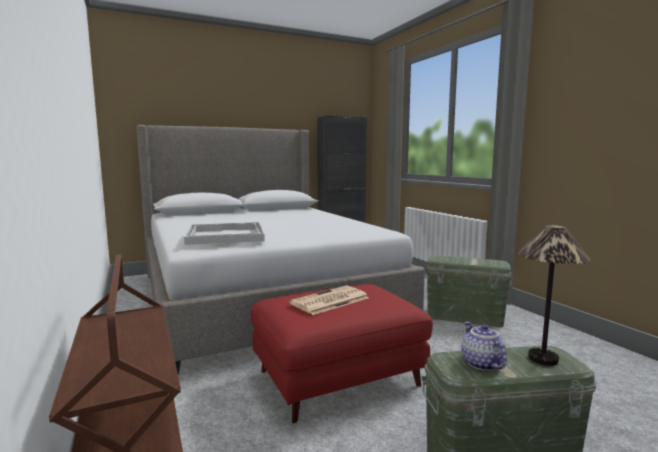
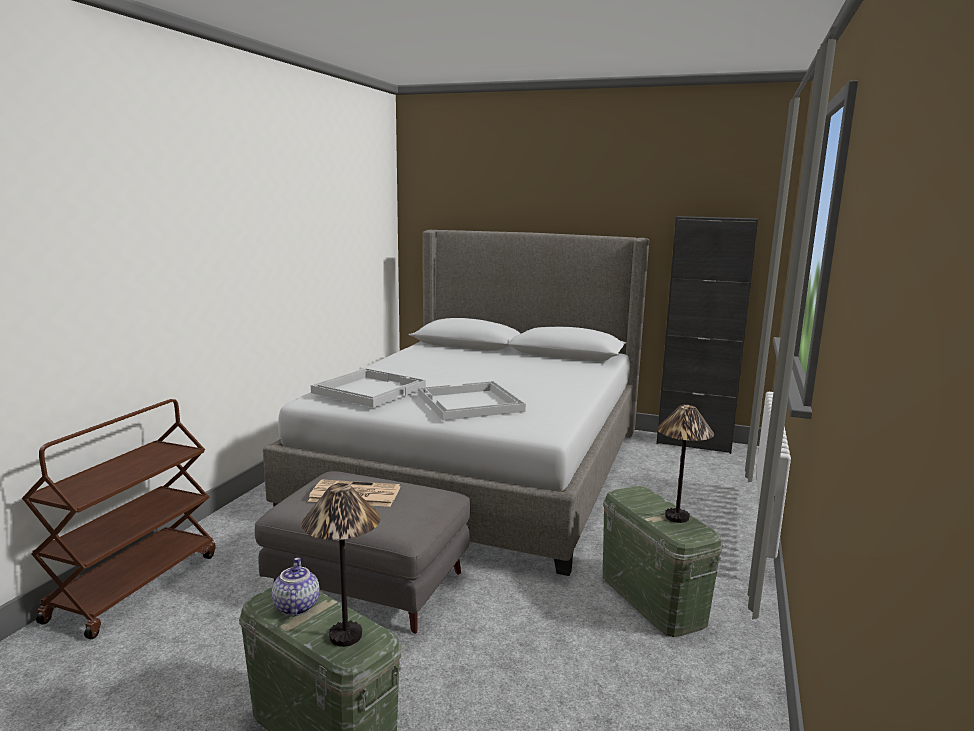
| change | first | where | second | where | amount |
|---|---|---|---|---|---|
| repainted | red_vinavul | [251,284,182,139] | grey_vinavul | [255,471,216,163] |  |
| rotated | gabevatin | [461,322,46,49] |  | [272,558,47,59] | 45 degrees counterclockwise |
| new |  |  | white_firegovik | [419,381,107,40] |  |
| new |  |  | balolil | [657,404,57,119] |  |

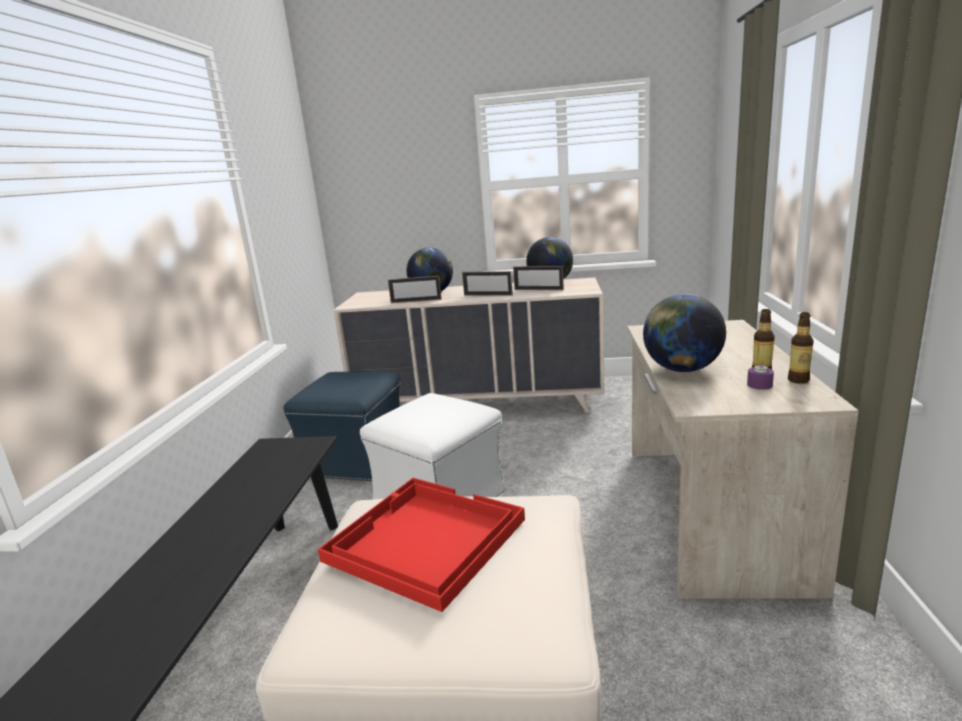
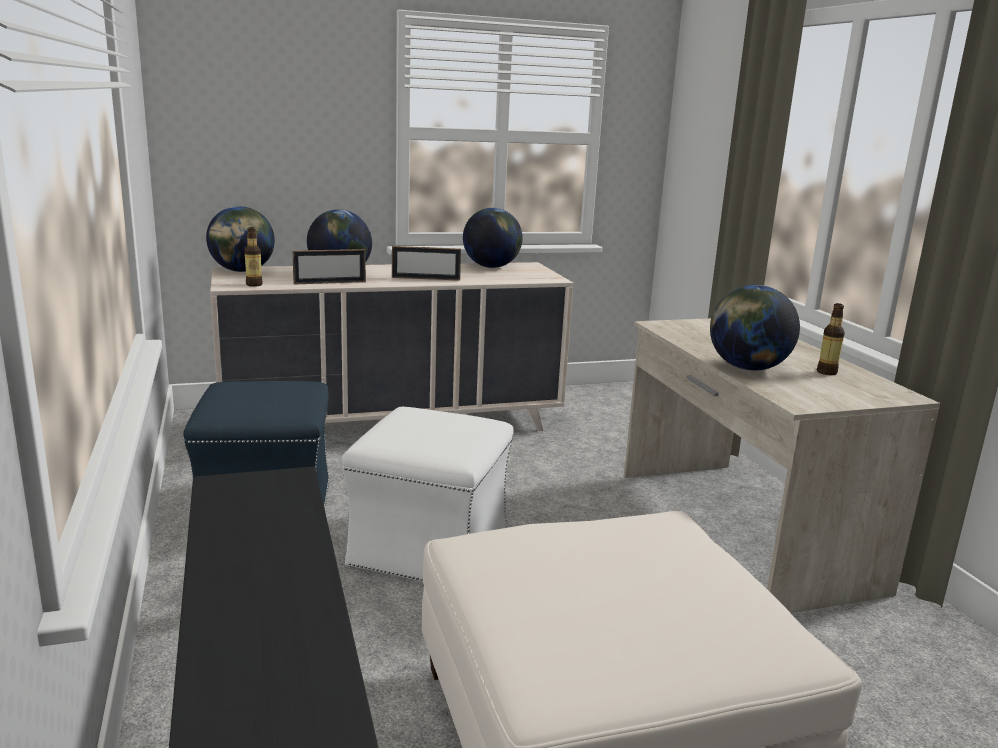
| change | first | where | second | where | amount |
|---|---|---|---|---|---|
| gone | red_firegovik | [318,478,207,134] |  |  |  |
| gone | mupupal | [513,266,51,24] |  |  |  |
| gone | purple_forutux | [747,359,27,31] |  |  |  |
| shifted | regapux | [788,312,26,72] |  | [244,227,19,60] |  |
| new |  |  | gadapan | [206,206,69,66] |  |

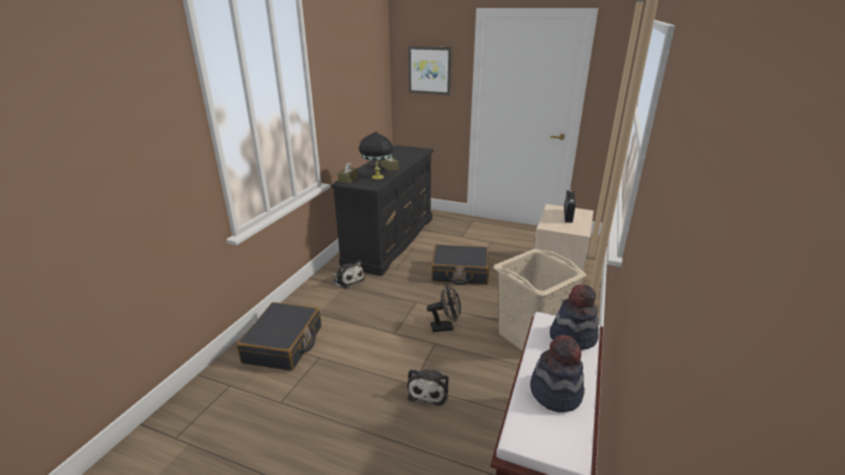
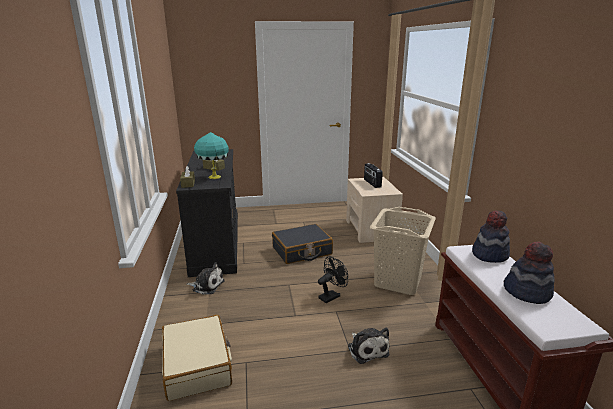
| change | first | where | second | where | amount |
|---|---|---|---|---|---|
| repainted | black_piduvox | [237,302,84,69] | beige_piduvox | [162,315,70,86] |  |
| repainted | black_balolil | [359,132,34,47] | turquoise_balolil | [194,132,35,47] |  |
| gone | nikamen | [408,46,44,49] |  |  |  |

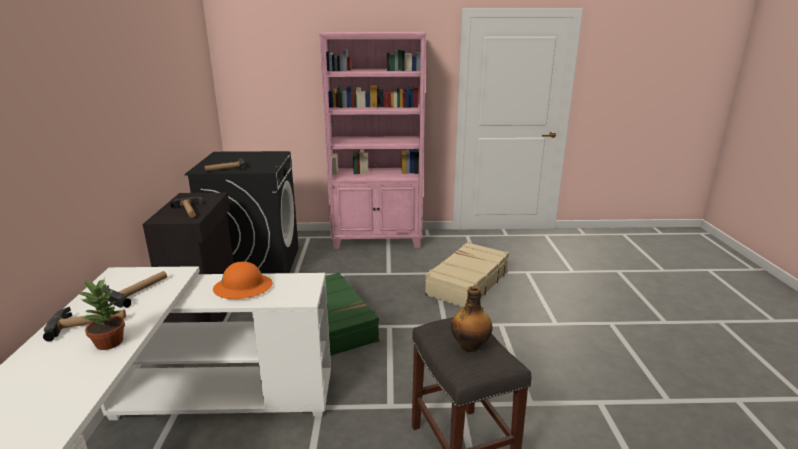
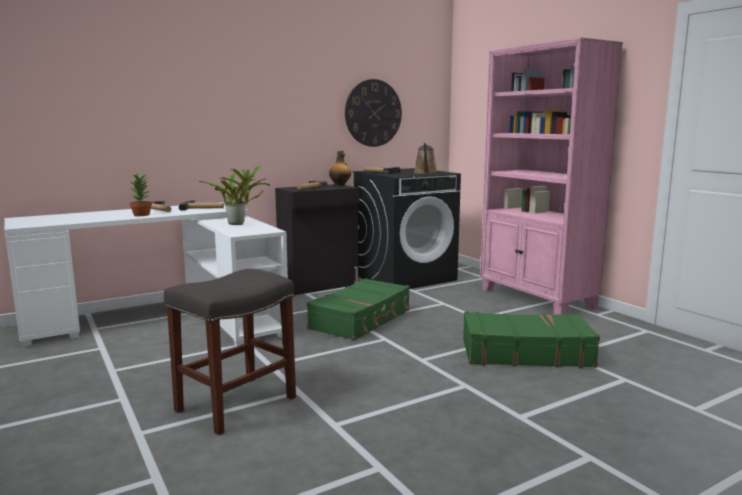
| change | first | where | second | where | amount |
|---|---|---|---|---|---|
| swapped | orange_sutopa | [213,262,60,37] | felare | [199,164,71,61] |  |
| repainted | beige_piduvox | [425,242,84,66] | green_piduvox | [463,312,137,56] |  |
| shifted | regapux | [451,286,42,66] |  | [329,150,22,36] |  |
| new |  |  | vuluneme | [345,79,57,68] |  |
| new |  |  | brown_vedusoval | [414,143,24,31] |  |

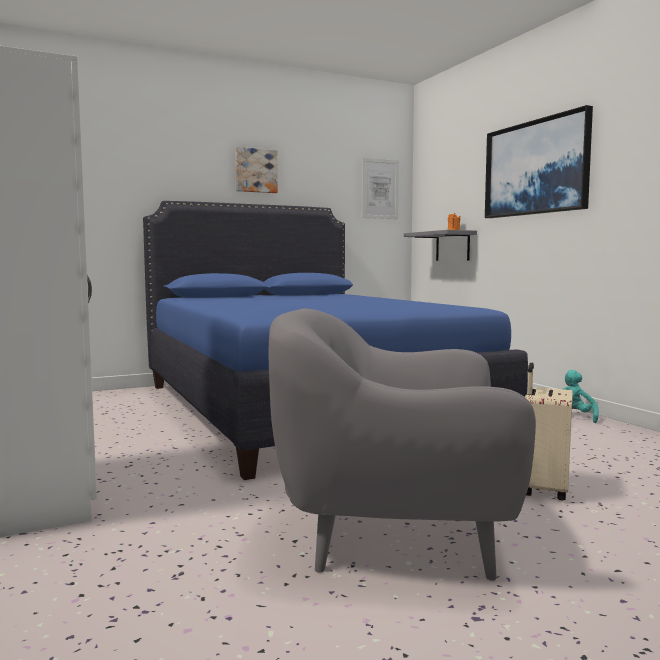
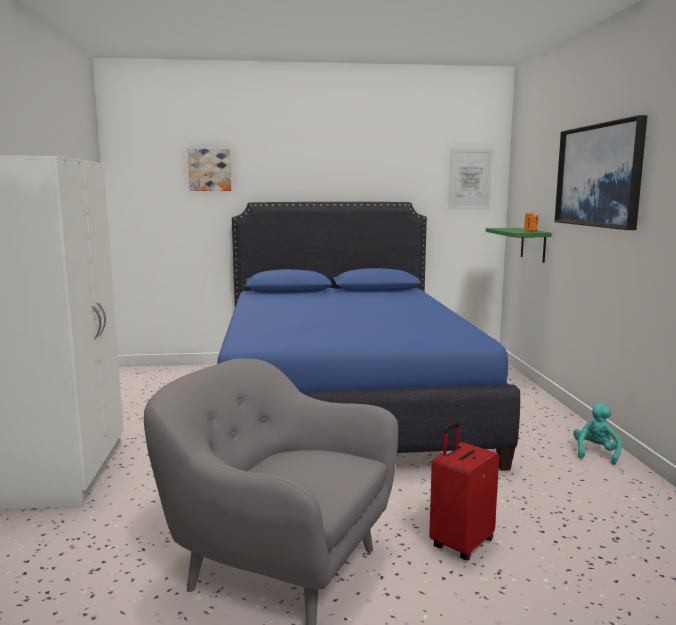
| change | first | where | second | where | amount |
|---|---|---|---|---|---|
| shifted | nikamen | [236,147,42,46] |  | [188,149,43,42] |  |
| repainted | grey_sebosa | [404,230,73,31] | green_sebosa | [486,228,66,35] |  |
| repainted | beige_piduvox | [525,363,48,138] | red_piduvox | [429,422,70,138] |  |

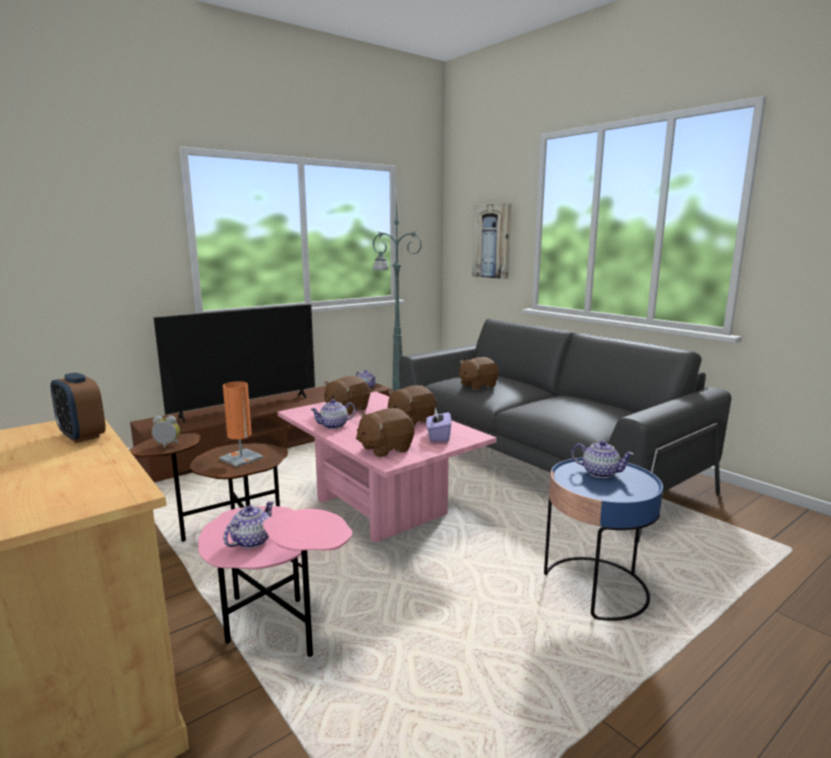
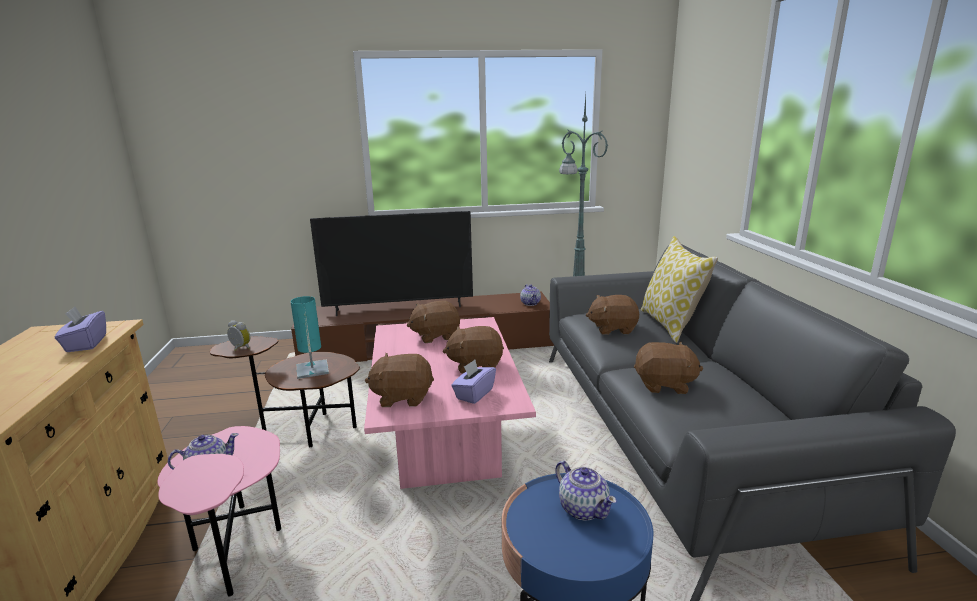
| change | first | where | second | where | amount |
|---|---|---|---|---|---|
| swapped | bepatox | [50,373,55,70] | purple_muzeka | [55,307,51,45] |  |
| repainted | orange_balolil | [219,382,44,85] | turquoise_balolil | [290,296,39,83] |  |
| gone | gabevatin | [310,399,46,30] |  |  |  |
| gone | nikamen | [472,203,39,76] |  |  |  |
| new |  |  | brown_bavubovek | [634,342,69,52] |  |
| new |  |  | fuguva | [641,236,77,107] |  |

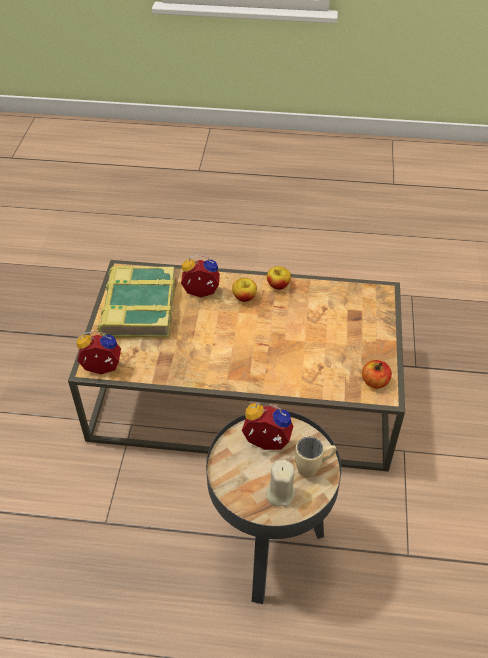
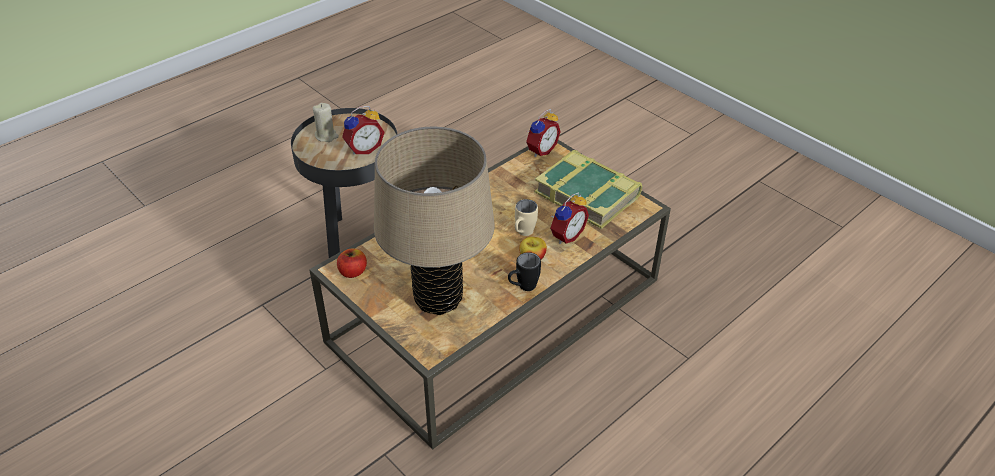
| change | first | where | second | where | amount |
|---|---|---|---|---|---|
| swapped | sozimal | [267,266,24,24] | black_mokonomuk | [508,252,33,39] |  |
| shifted | beige_mokonomuk | [295,436,41,42] |  | [515,199,23,37] |  |
| new |  |  | beige_balolil | [374,127,121,188] |  |

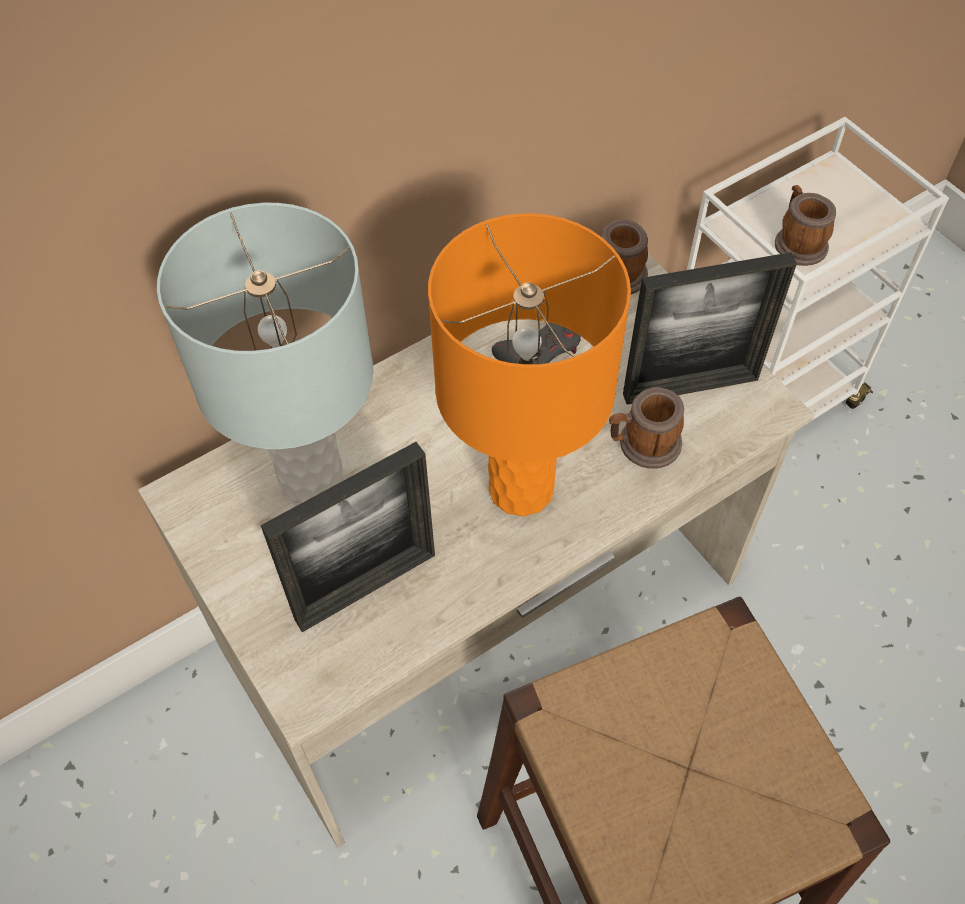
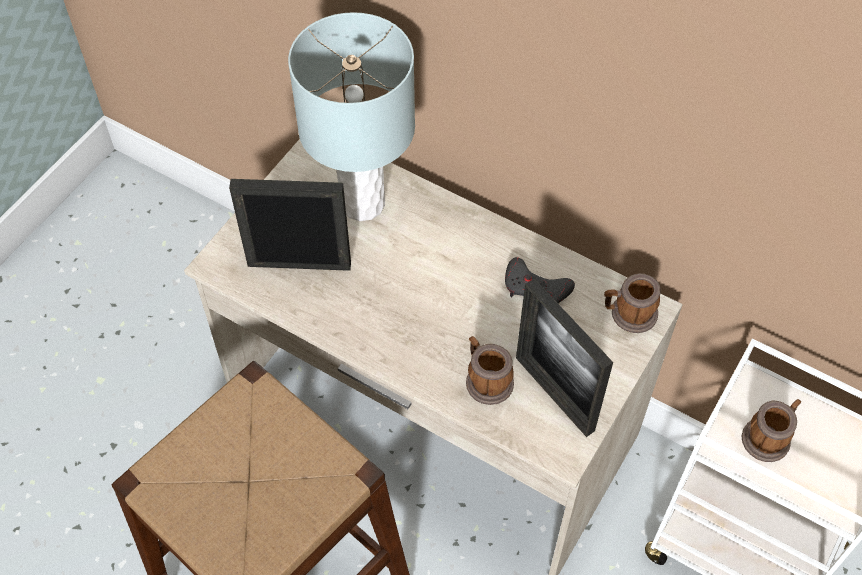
| change | first | where | second | where | amount |
|---|---|---|---|---|---|
| rotated | mupupal | [261,442,174,190] |  | [229,179,122,92] | 150 degrees clockwise |
| gone | orange_balolil | [428,213,203,304] |  |  |  |

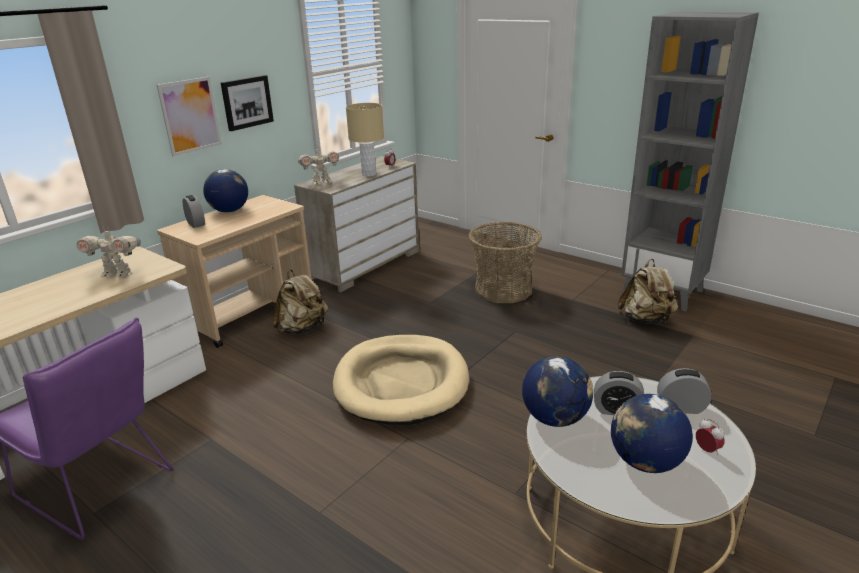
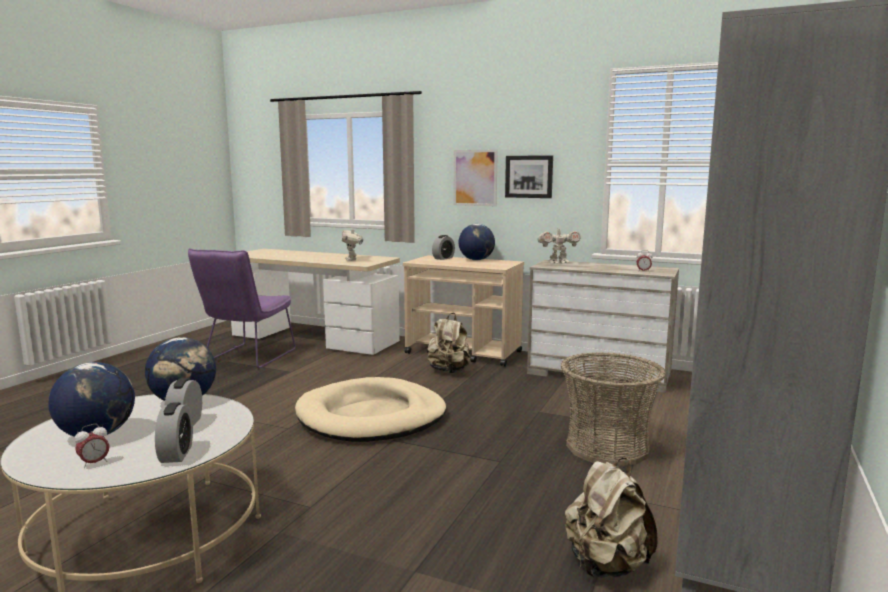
| change | first | where | second | where | amount |
|---|---|---|---|---|---|
| rotated | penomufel | [298,145,41,40] |  | [537,225,44,38] | 60 degrees counterclockwise |
| gone | beige_balolil | [346,103,38,74] |  |  |  |

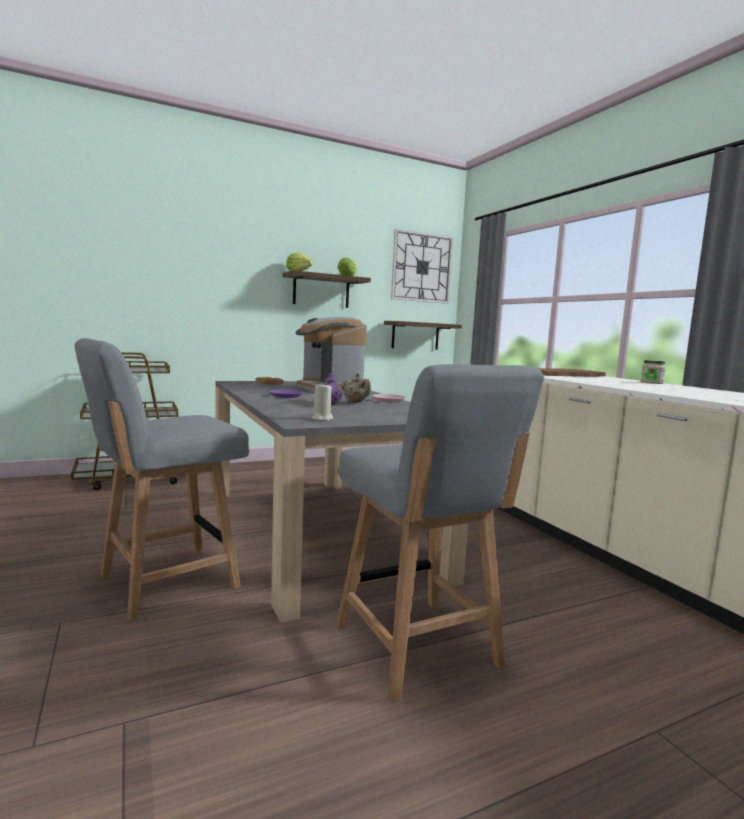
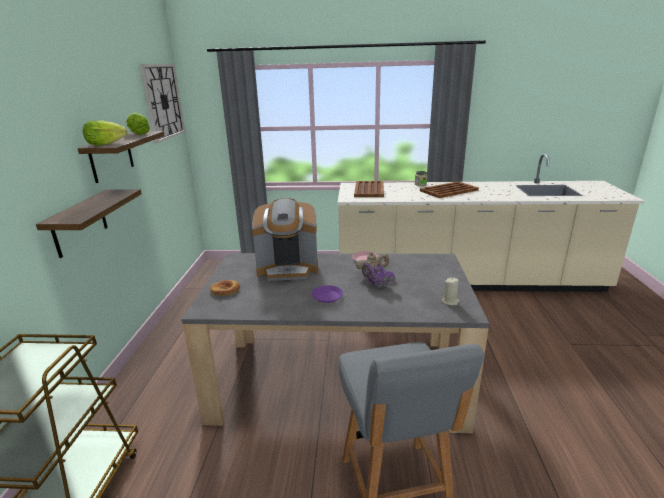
| change | first | where | second | where | amount |
|---|---|---|---|---|---|
| gone | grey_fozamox | [336,364,208,339] |  |  |  |
| shifted | sebosa | [384,321,78,29] |  | [36,189,106,69] |  |
| new |  |  | brown_firegovik | [420,181,59,17] |  |

